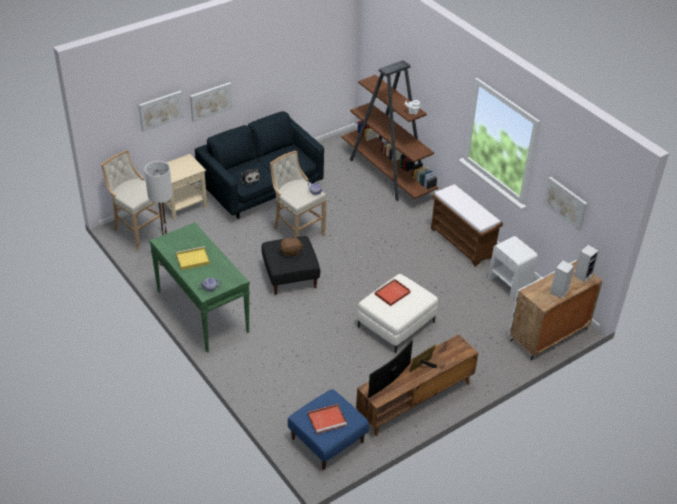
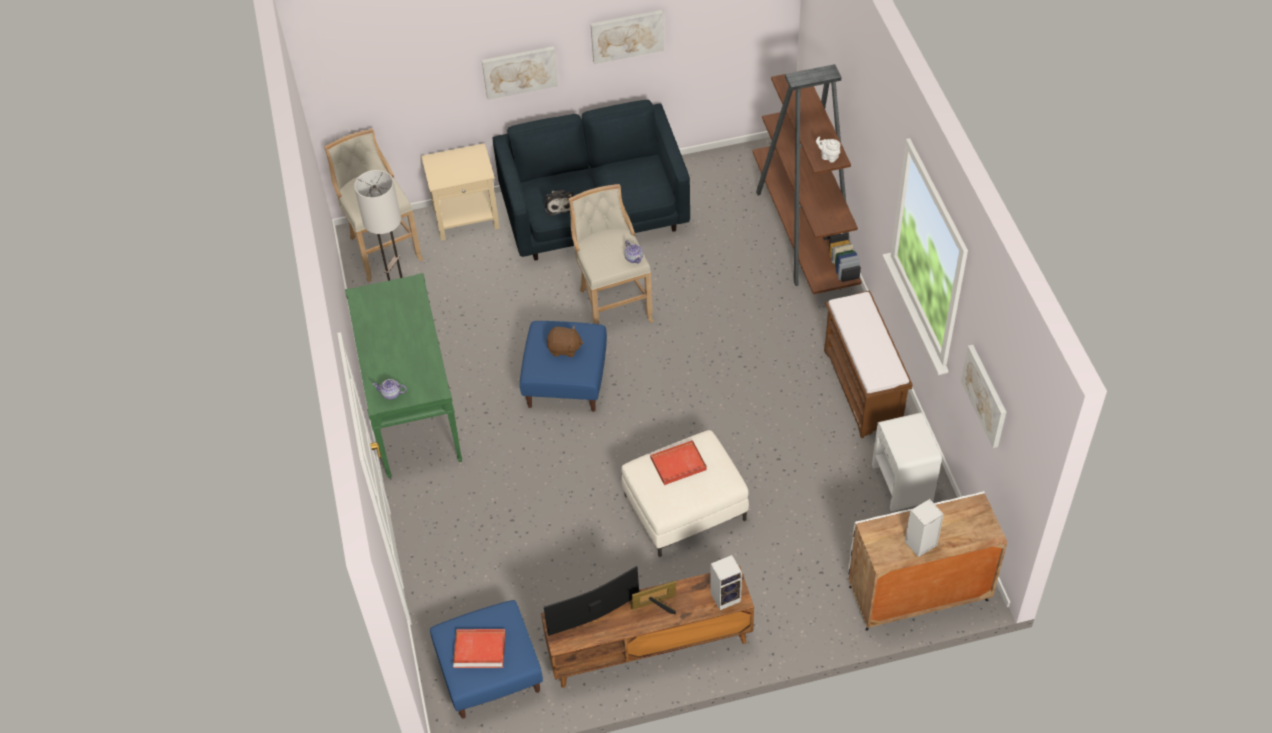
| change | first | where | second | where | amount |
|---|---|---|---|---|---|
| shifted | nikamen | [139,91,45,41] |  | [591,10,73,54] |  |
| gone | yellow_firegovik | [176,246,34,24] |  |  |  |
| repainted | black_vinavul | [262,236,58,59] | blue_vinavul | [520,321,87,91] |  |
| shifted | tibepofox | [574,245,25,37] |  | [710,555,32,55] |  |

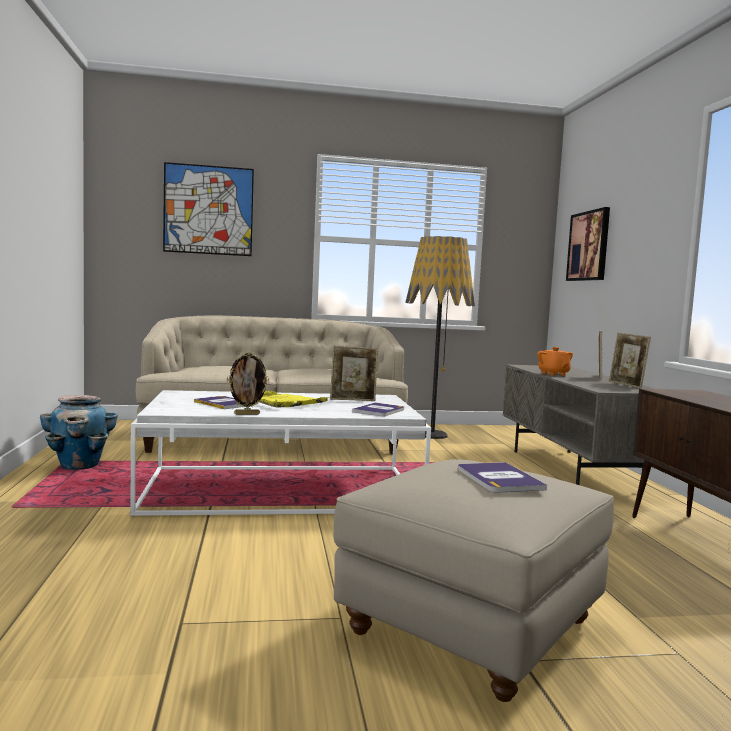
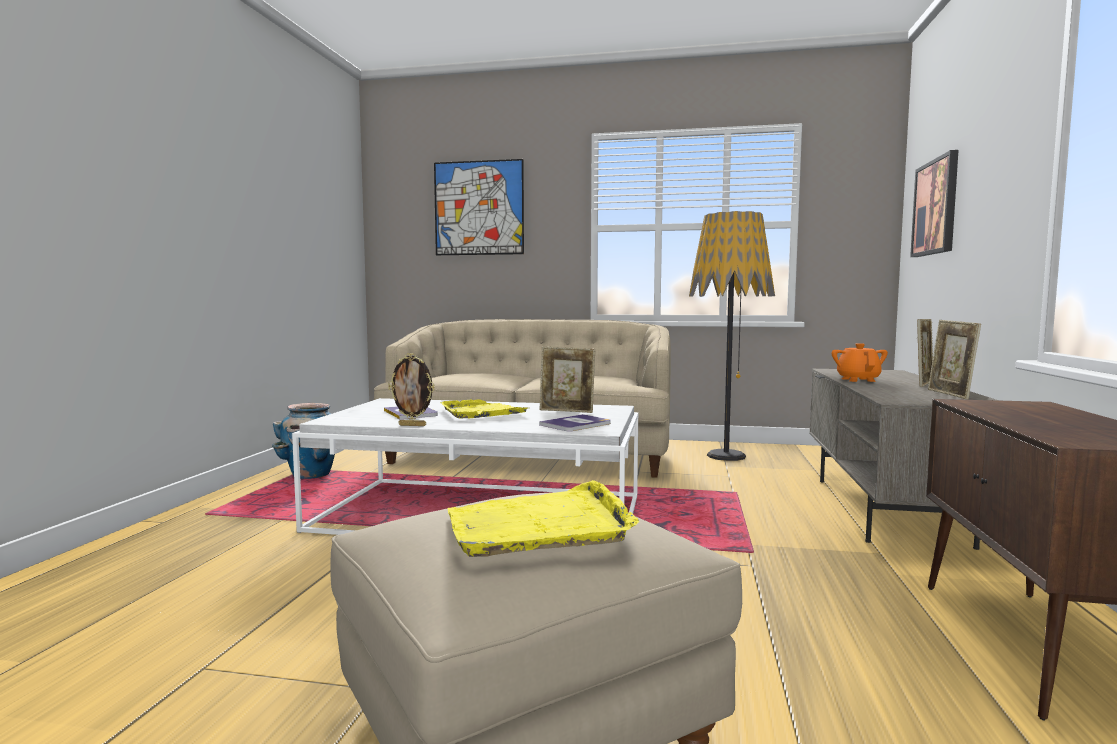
| change | first | where | second | where | amount |
|---|---|---|---|---|---|
| swapped | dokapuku | [458,462,89,31] | yellow_firegovik | [448,480,191,77] |  |

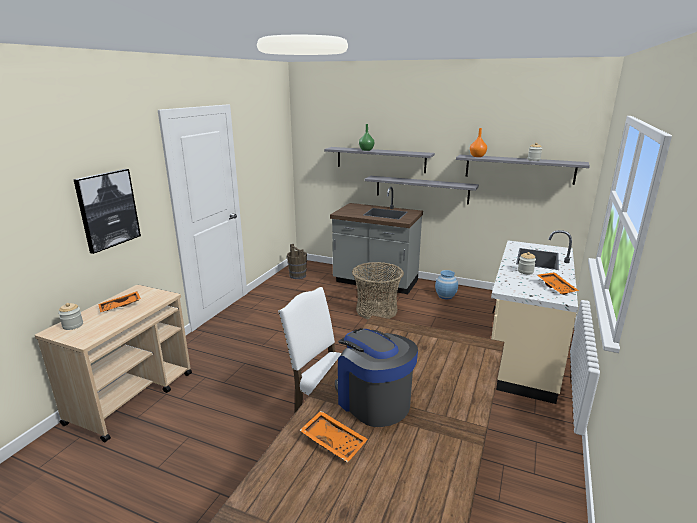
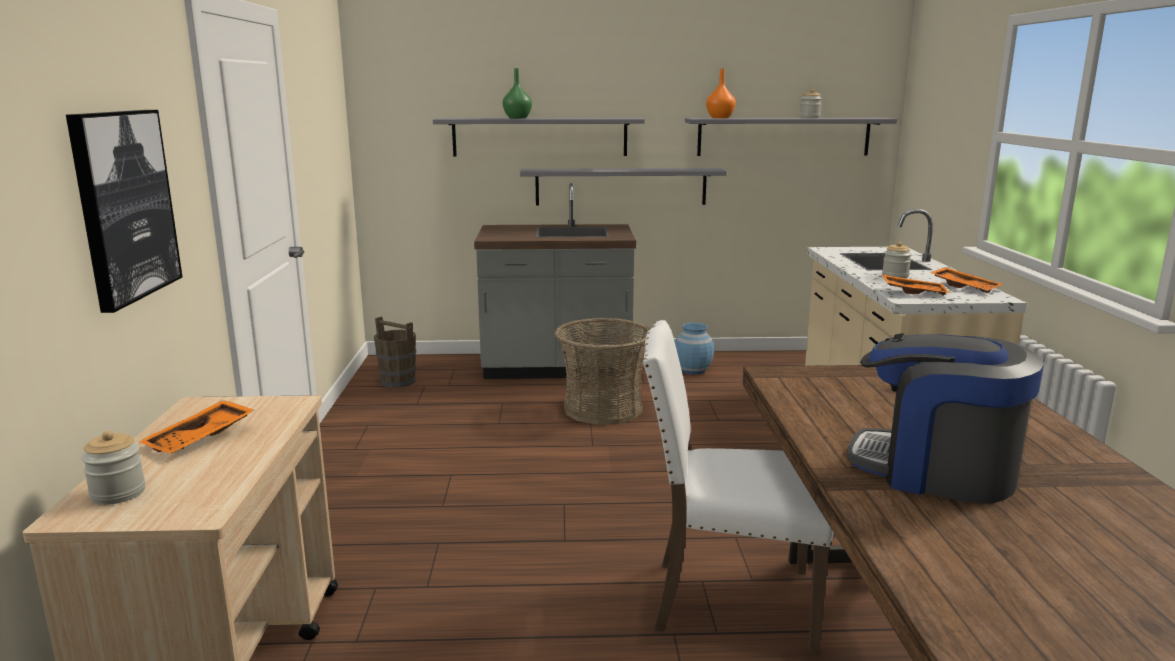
| change | first | where | second | where | amount |
|---|---|---|---|---|---|
| shifted | orange_firegovik | [299,411,69,51] |  | [881,274,69,22] |  |

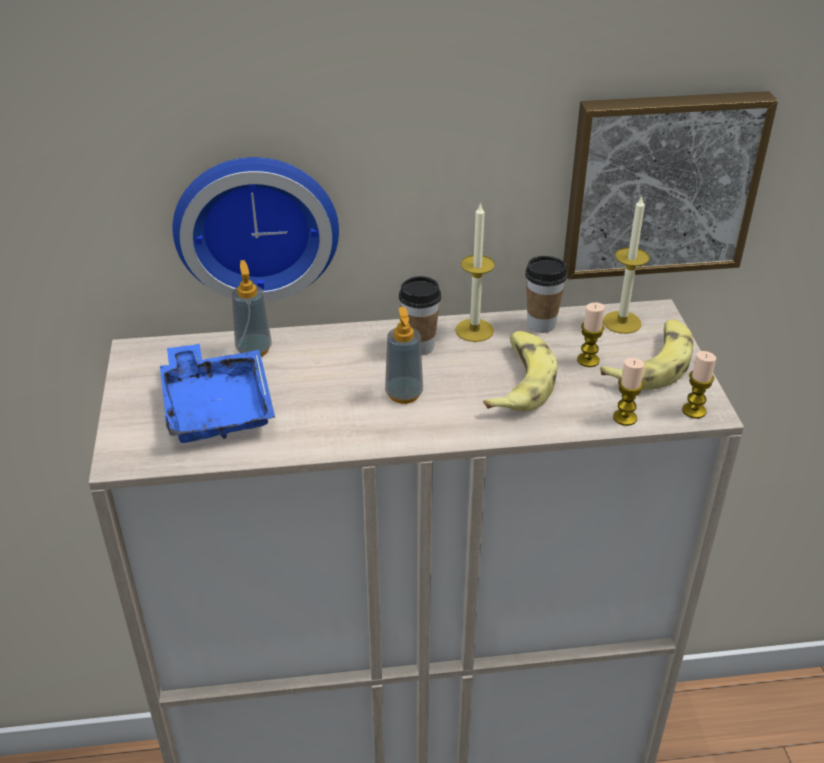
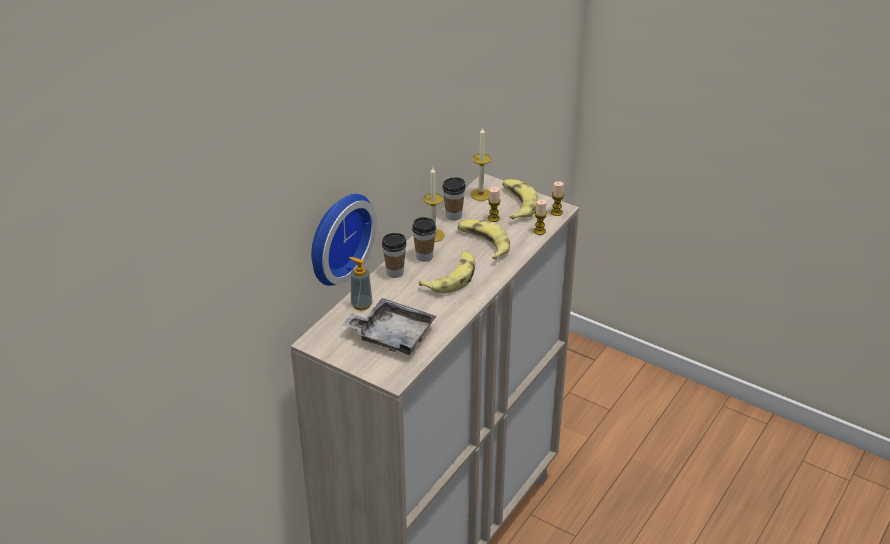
| change | first | where | second | where | amount |
|---|---|---|---|---|---|
| repainted | blue_firegovik | [160,343,115,100] | grey_firegovik | [342,298,94,57] |  |
| swapped | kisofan | [385,307,38,97] | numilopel | [419,251,56,42] |  |
| gone | nikamen | [563,91,215,189] |  |  |  |
| new |  |  | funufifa | [382,233,25,45] |  |

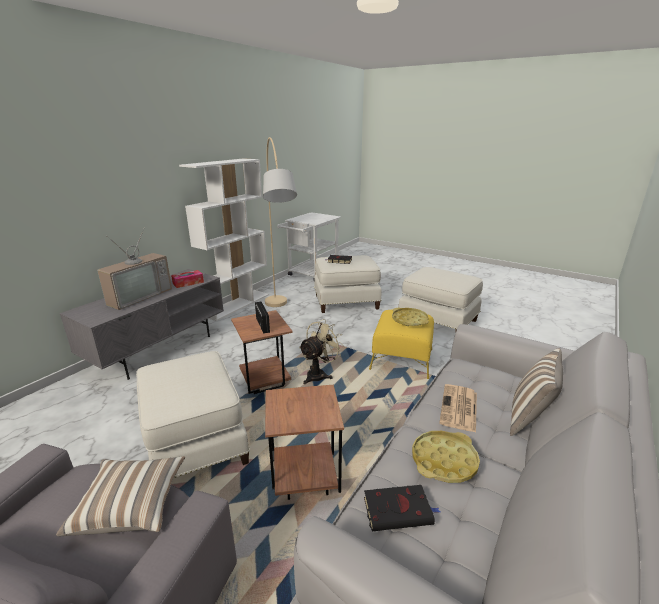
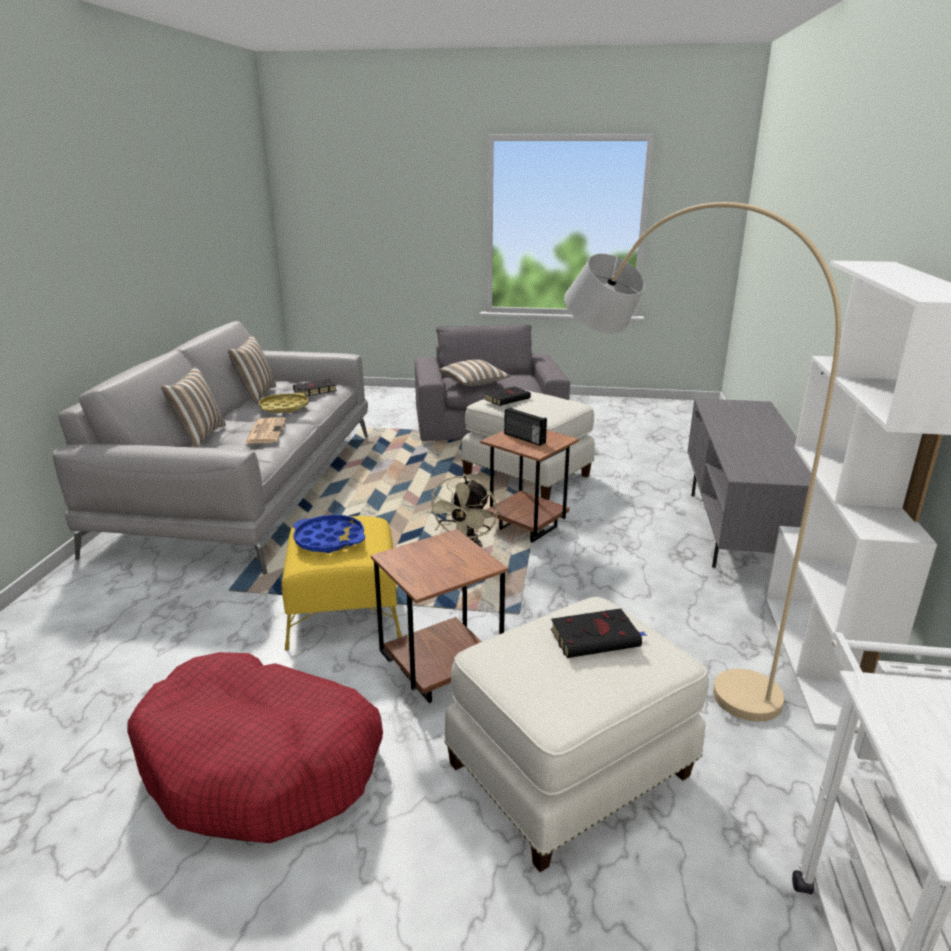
| change | first | where | second | where | amount |
|---|---|---|---|---|---|
| gone | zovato | [97,227,75,83] |  |  |  |
| gone | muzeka | [171,270,33,18] |  |  |  |
| shifted | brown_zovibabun | [265,385,79,115] |  | [371,529,137,174] |  |
| repainted | yellow_firegovik | [392,308,37,18] | blue_firegovik | [293,515,72,38] |  |
| swapped | white_vinavul | [398,267,85,64] | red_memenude | [127,652,256,191] |  |
| new |  |  | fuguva | [228,335,48,69] |  |
| new |  |  | black_dokapuku | [484,386,47,20] |  |

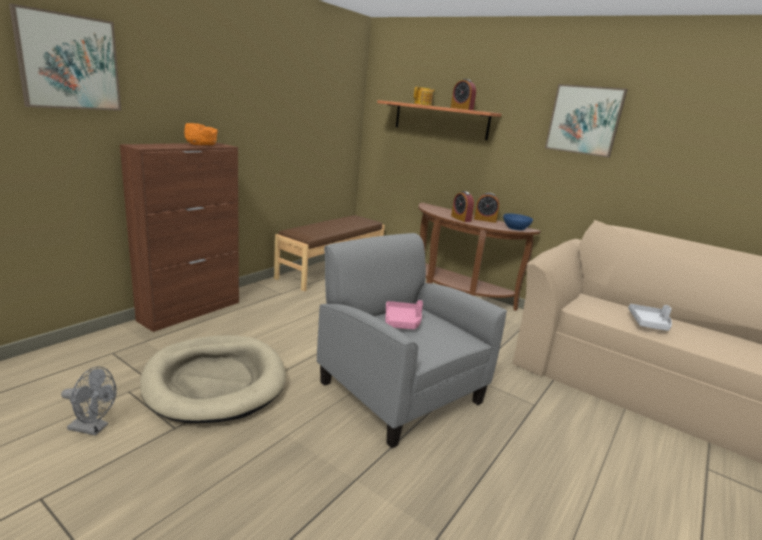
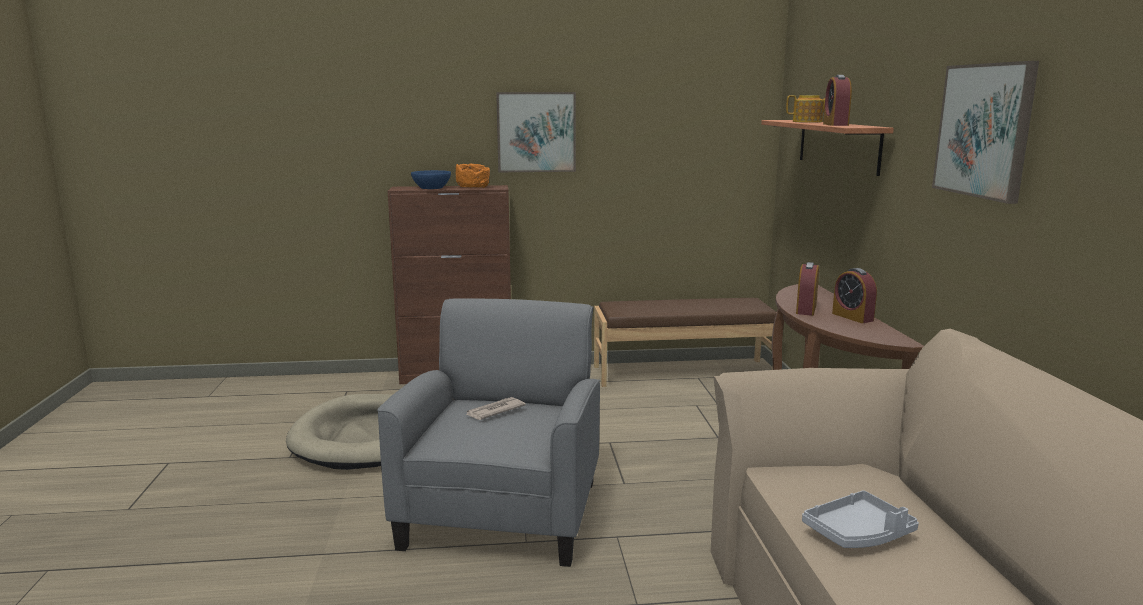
| change | first | where | second | where | amount |
|---|---|---|---|---|---|
| shifted | nikamen | [9,4,112,107] |  | [496,92,80,80] |  |
| gone | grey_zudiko | [61,367,56,69] |  |  |  |
| swapped | pink_firegovik | [385,300,38,29] | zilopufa | [466,397,60,23] |  |
| shifted | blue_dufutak | [503,214,30,16] |  | [411,170,40,19] |  |

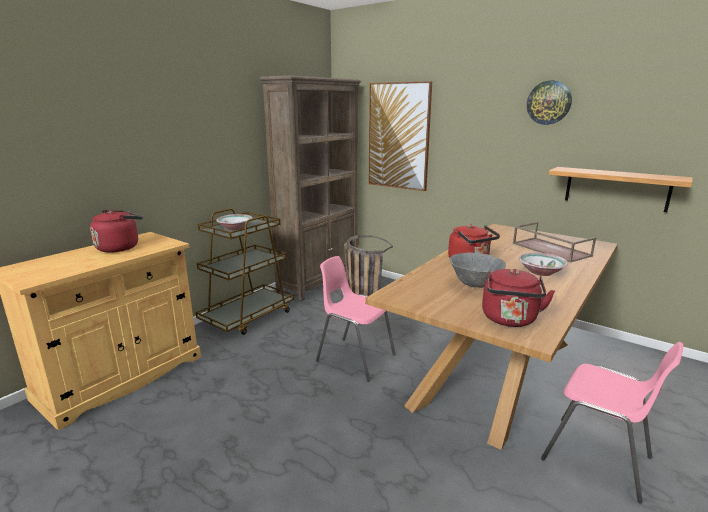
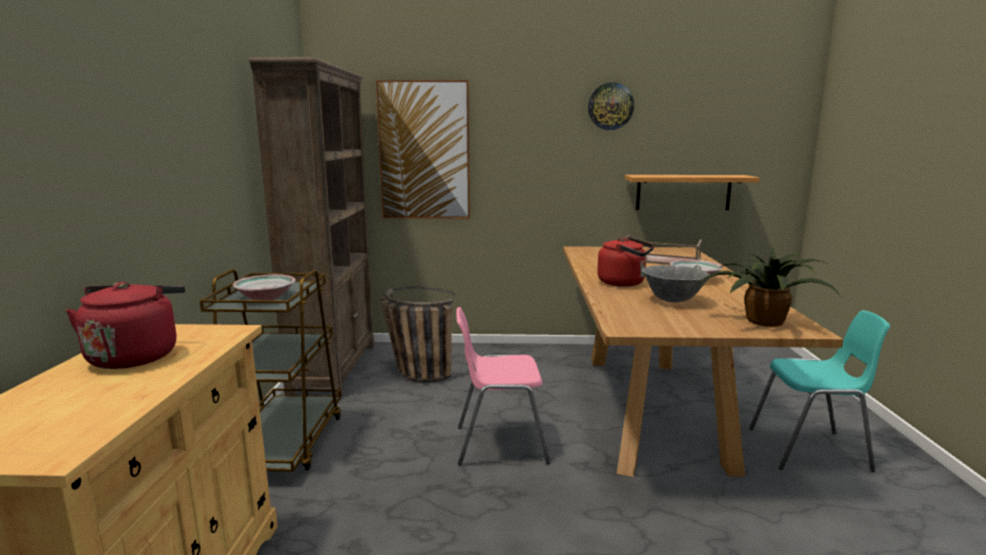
| change | first | where | second | where | amount |
|---|---|---|---|---|---|
| swapped | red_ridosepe | [482,269,73,58] | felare | [695,247,146,80] |  |
| repainted | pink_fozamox | [541,342,142,161] | turquoise_fozamox | [749,310,141,162] |  |

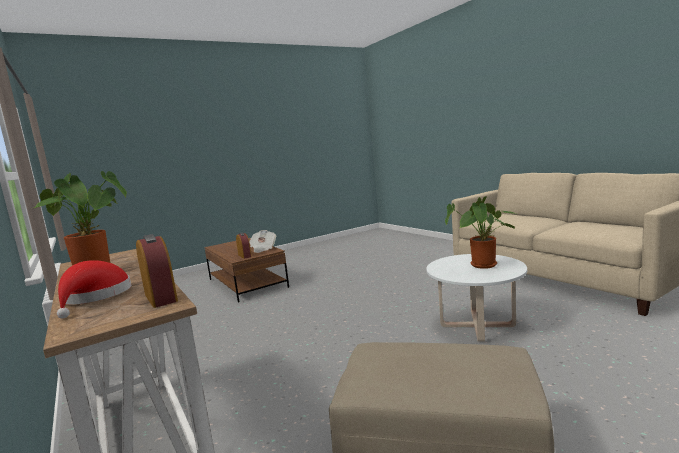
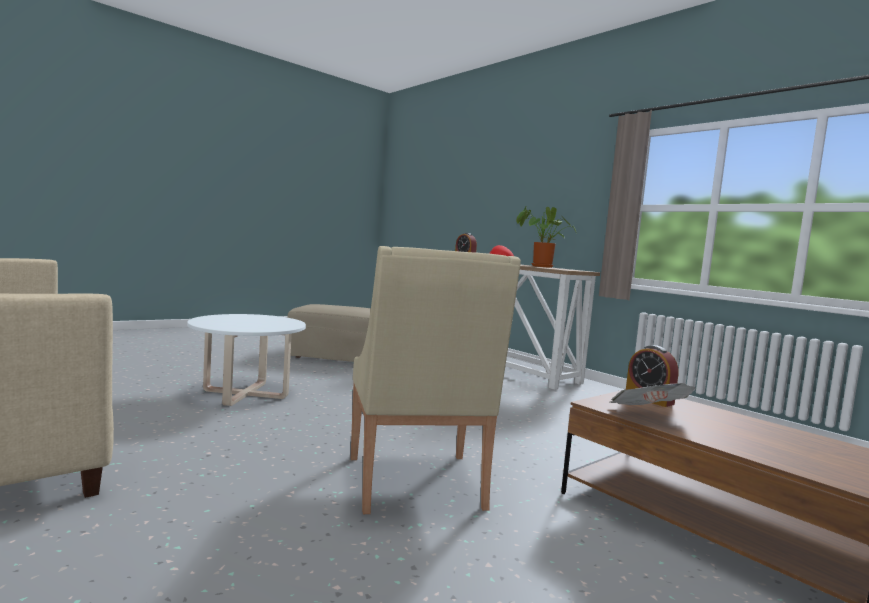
| change | first | where | second | where | amount |
|---|---|---|---|---|---|
| gone | felare | [445,197,71,72] |  |  |  |
| new |  |  | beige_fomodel | [351,246,170,268] |  |

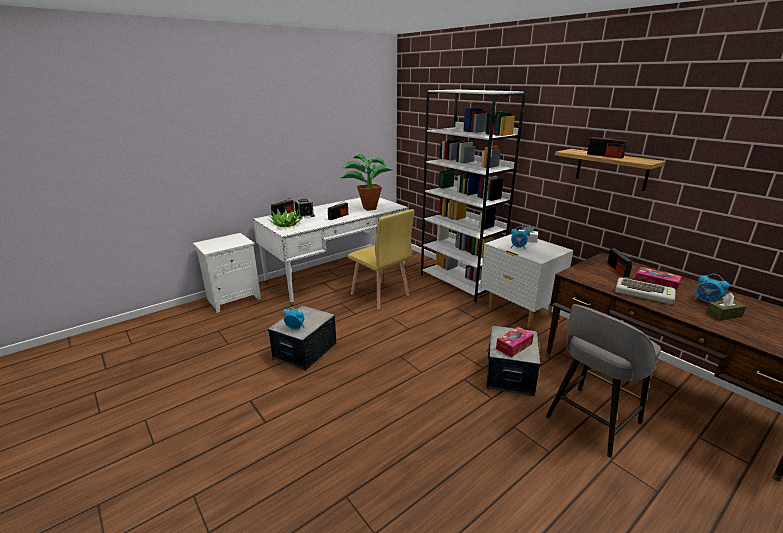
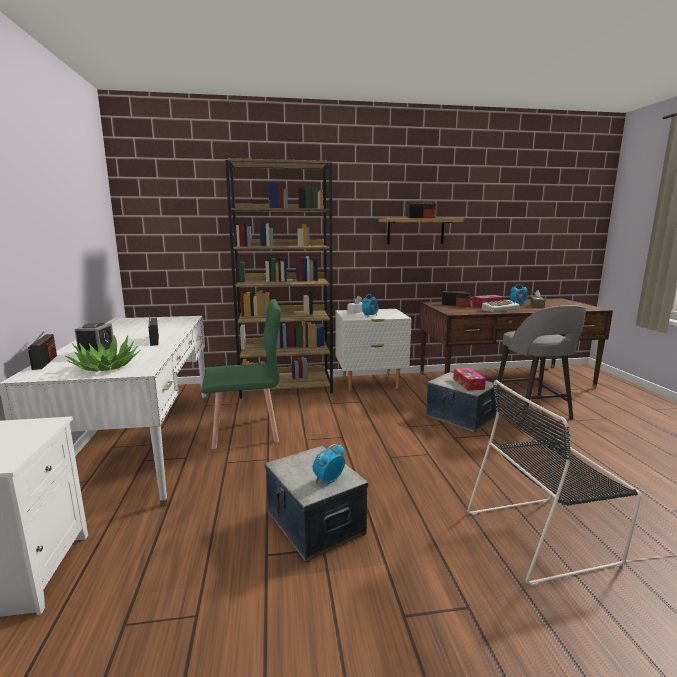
| change | first | where | second | where | amount |
|---|---|---|---|---|---|
| gone | felare | [340,154,54,57] |  |  |  |
| repainted | yellow_fozamox | [347,209,67,101] | green_fozamox | [201,299,80,150] |  |
| repainted | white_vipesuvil | [421,90,105,212] | brown_vipesuvil | [225,158,108,240] |  |
| new |  |  | black_fozamox | [467,380,175,206] |  |

